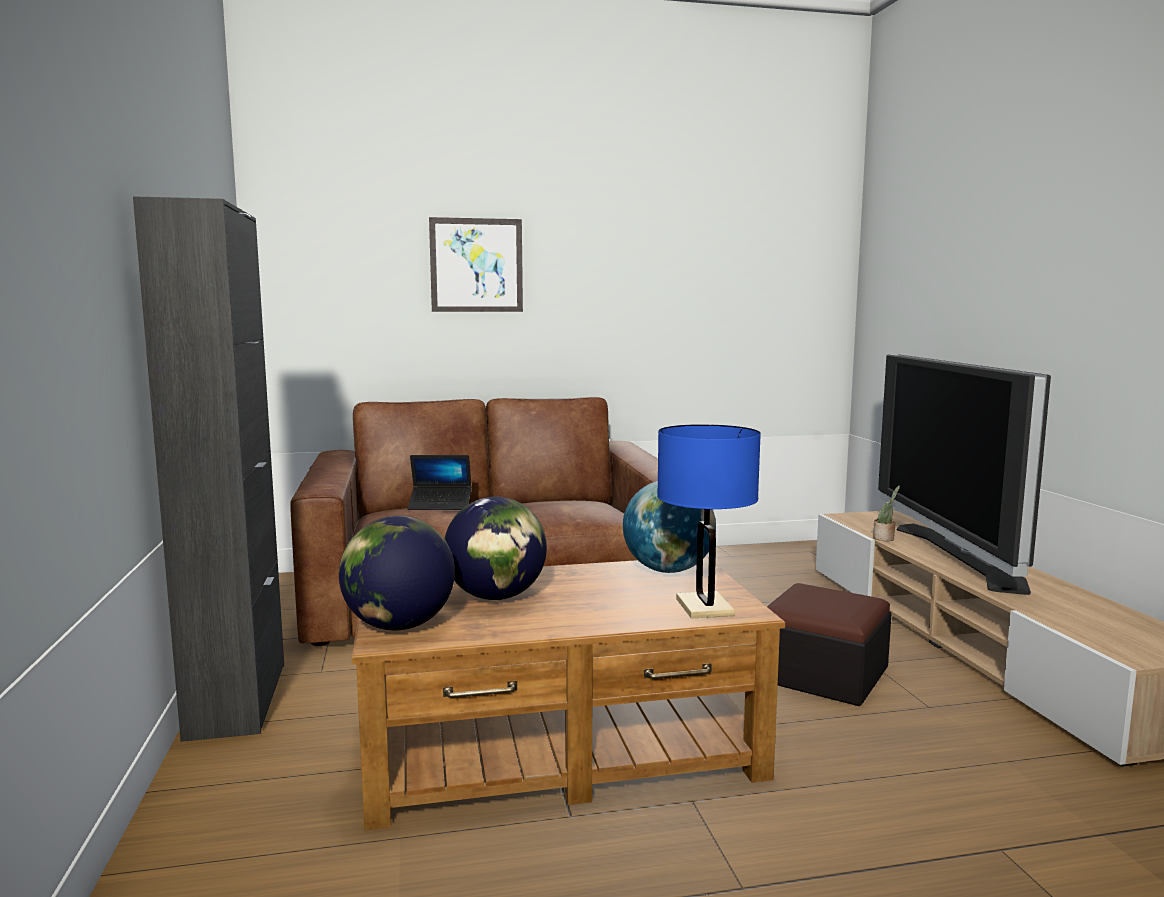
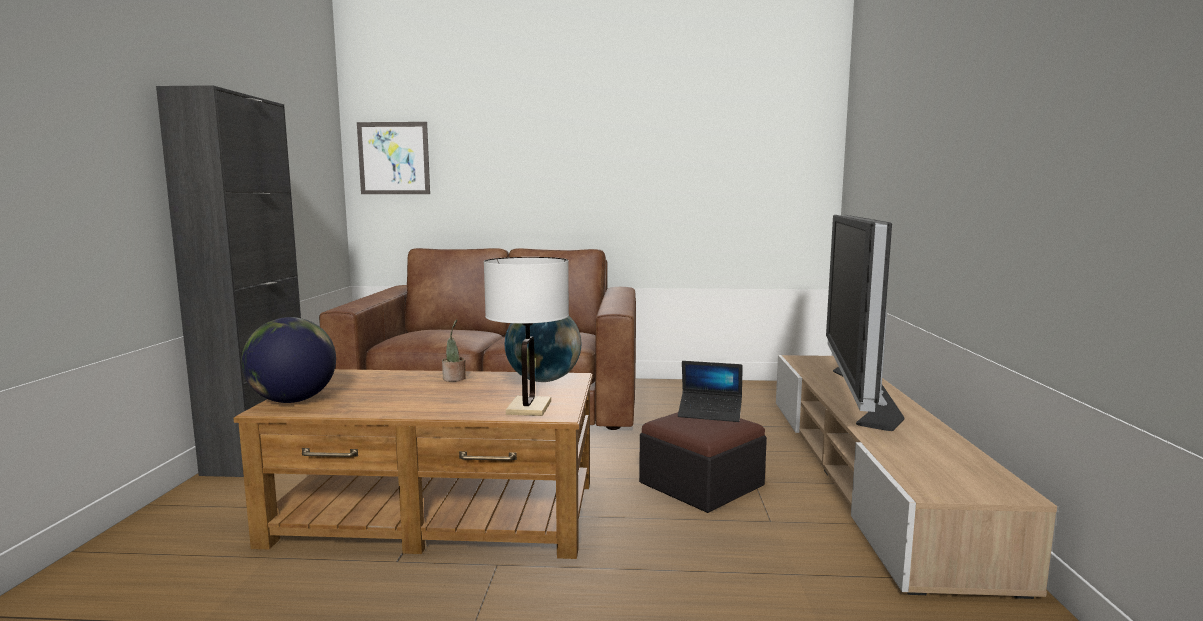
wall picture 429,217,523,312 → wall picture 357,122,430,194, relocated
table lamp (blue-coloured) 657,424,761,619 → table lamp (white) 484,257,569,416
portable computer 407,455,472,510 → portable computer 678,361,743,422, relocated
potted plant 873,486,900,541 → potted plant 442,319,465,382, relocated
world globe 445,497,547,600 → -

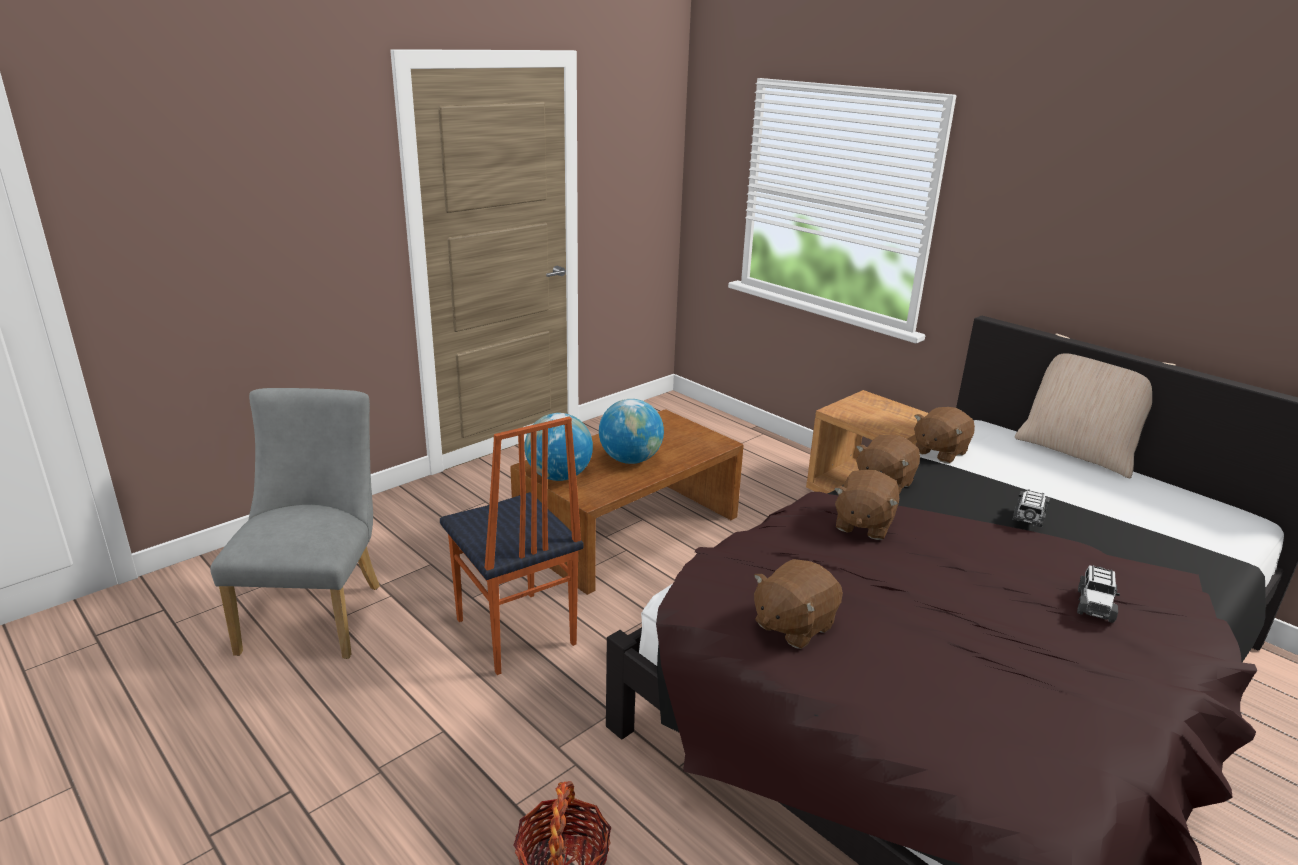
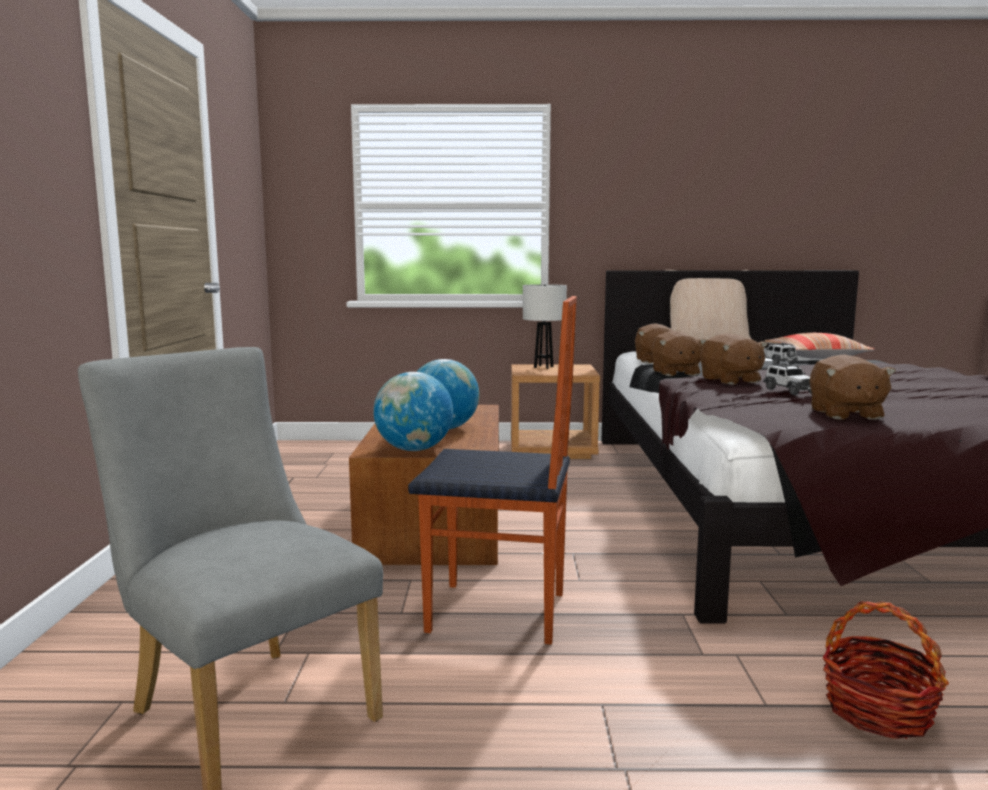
model car 1077,565,1120,623 → model car 763,363,812,395, relocated
- → table lamp (white) 523,284,567,369
- → throw pillow 764,333,874,359

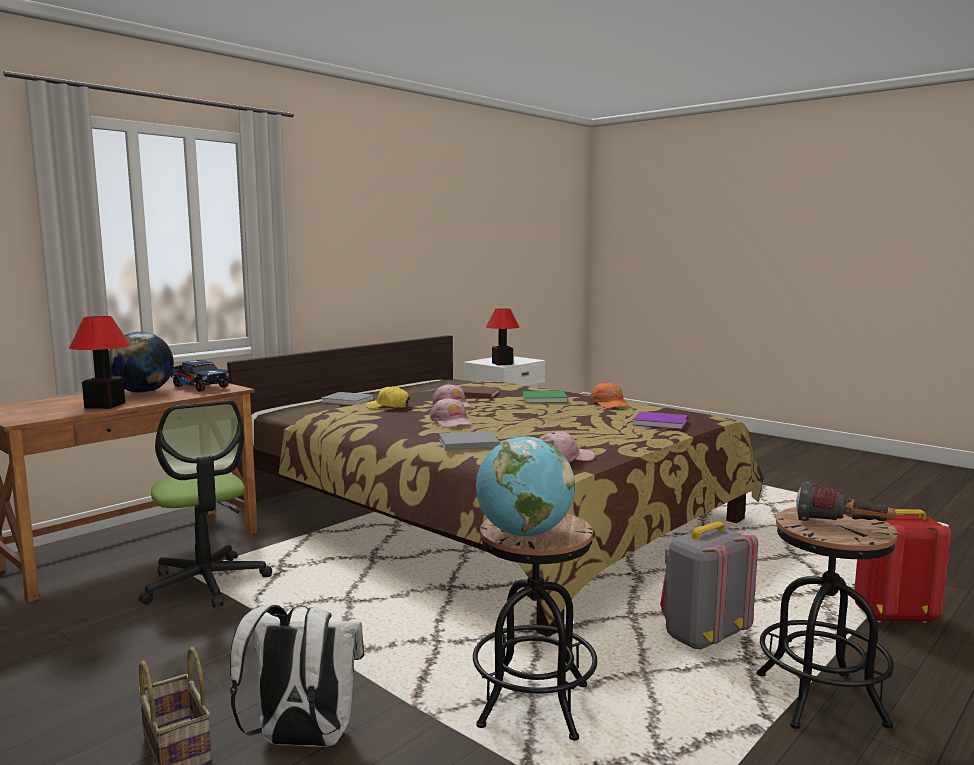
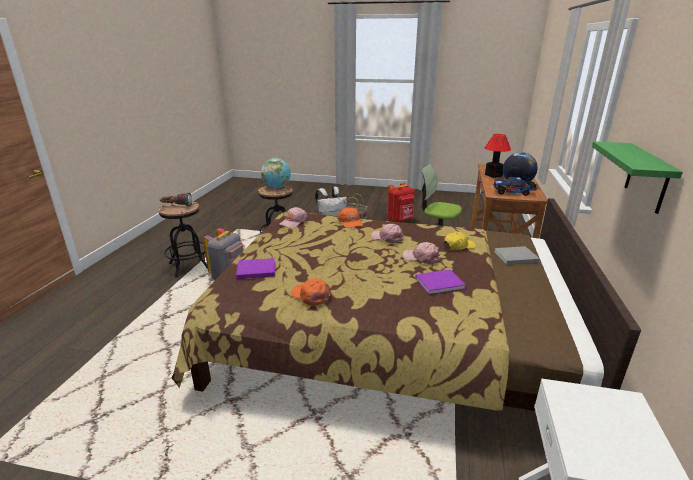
table lamp 486,308,519,365 → -
book (brown) 460,386,500,399 → book (purple-coloured) 415,269,466,295
book (greenish) 522,391,568,403 → -
book (gray) 439,431,500,451 → peaked cap (orange-coloured) 338,207,363,228
backpack (reddish) 854,509,951,623 → backpack (reddish) 387,183,415,222, relocated
- → shelf (greenish) 592,141,683,214

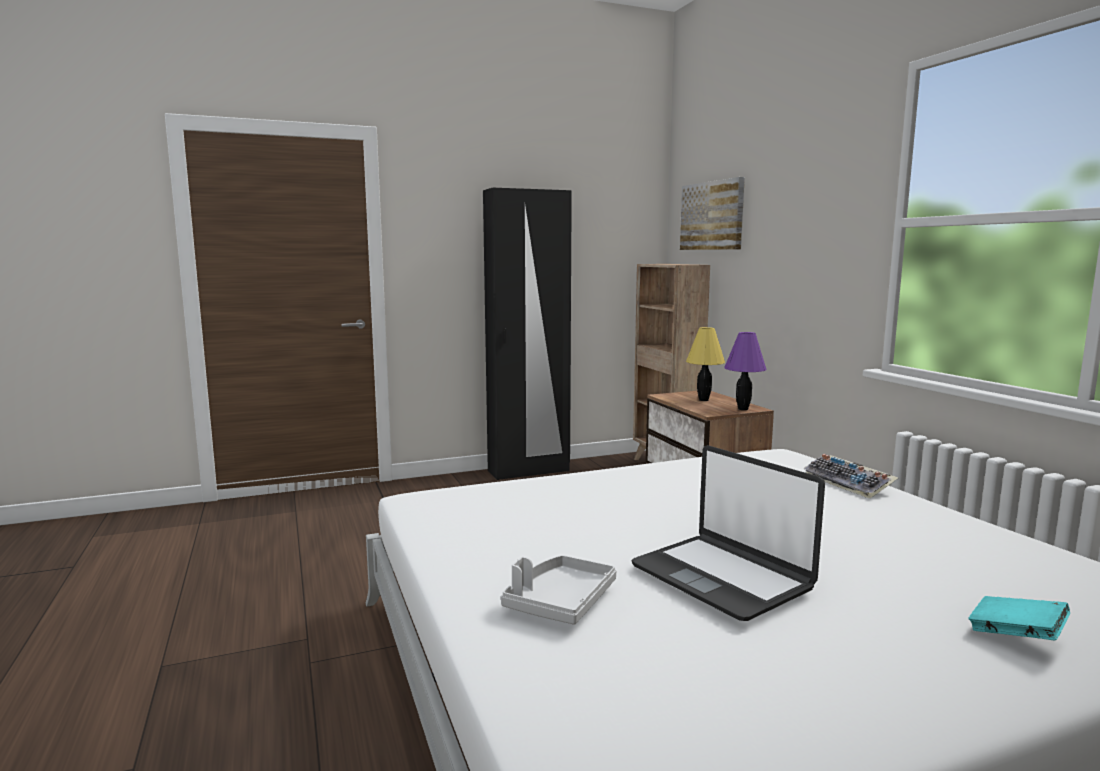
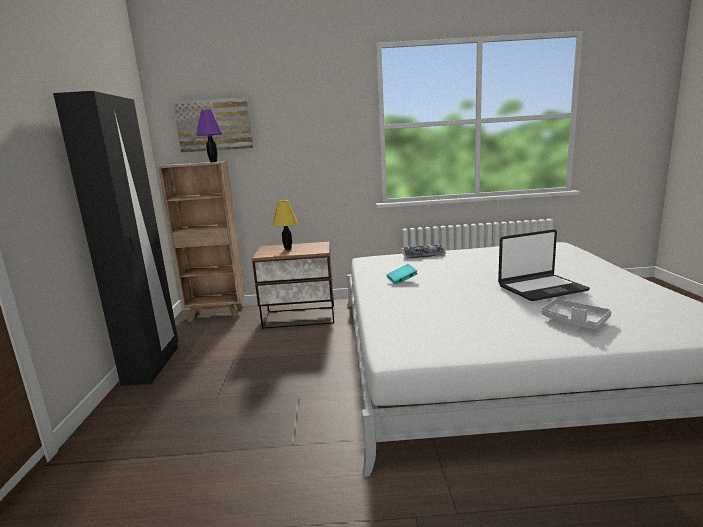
table lamp (purple-coloured) 724,332,767,410 → table lamp (purple-coloured) 196,110,223,162, relocated
book (turquoise-coloured) 968,596,1070,641 → book (turquoise-coloured) 387,264,418,285, relocated

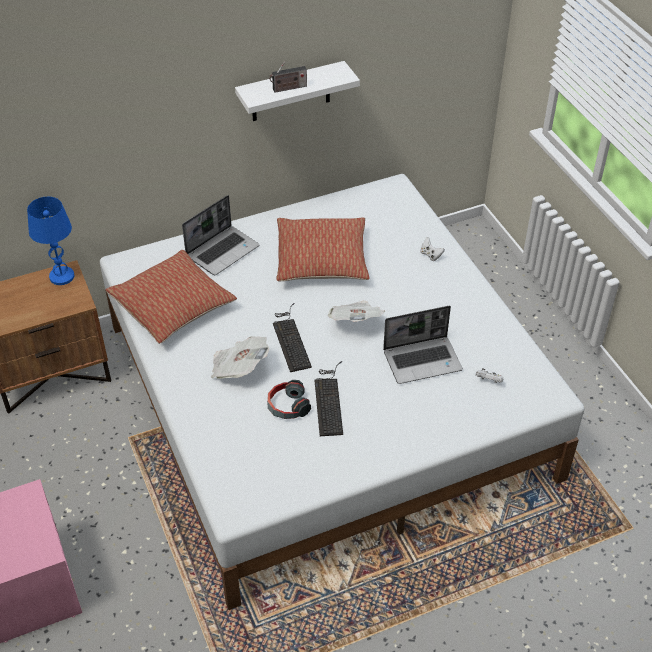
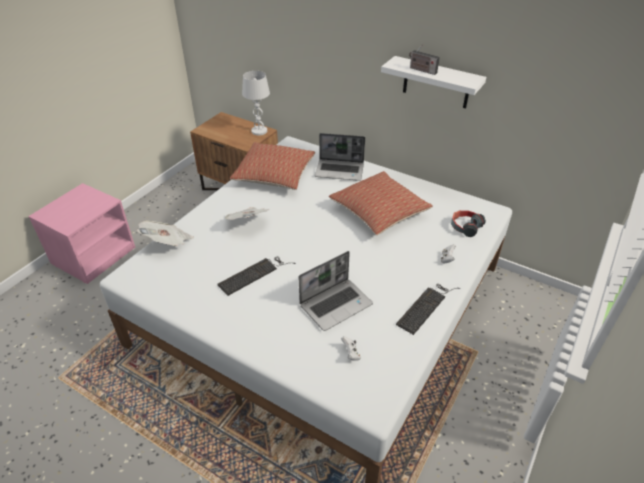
table lamp (blue-coloured) 27,197,74,285 → table lamp (white) 242,71,270,135
daily paper 328,301,386,322 → daily paper 136,220,194,246, relocated
keyboard 273,303,312,372 → keyboard 396,284,460,335, relocated
portable computer 383,306,463,384 → portable computer 299,251,373,331, 75 degrees counterclockwise
headset 267,380,311,419 → headset 451,210,486,237, relocated

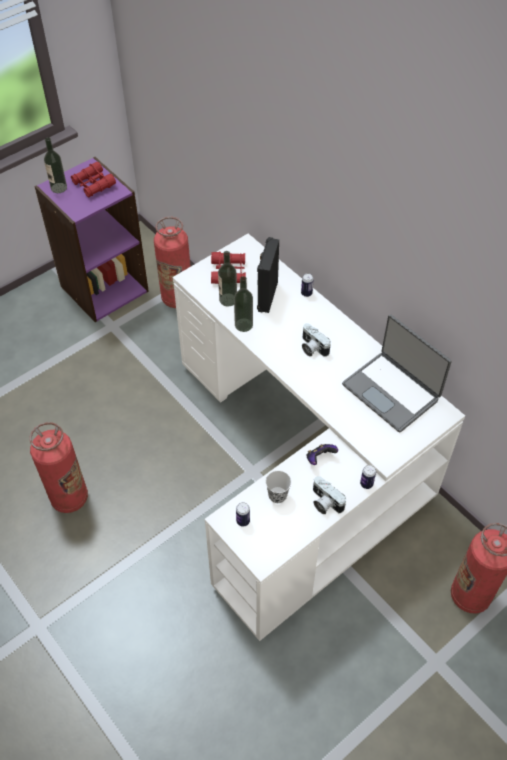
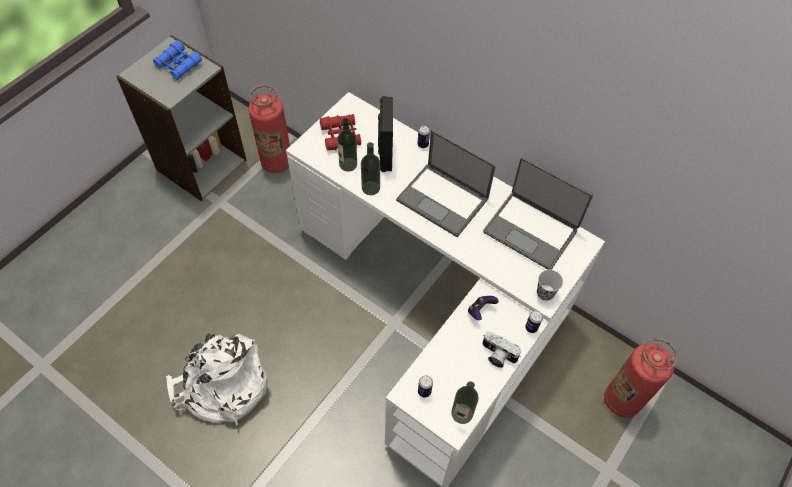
beverage bottle 44,138,67,193 → beverage bottle 451,381,479,424, relocated
shelving unit (purple-coloured) 34,157,149,322 → shelving unit (gray) 116,35,246,201
binoculars (reddish) 71,162,116,198 → binoculars (blue-coloured) 153,40,202,80
photo camera 302,323,331,357 → portable computer 396,130,496,237
fire-fighting cylinder 30,422,88,513 → backpack (white) 166,334,267,425
cup (black) 266,471,291,503 → cup (black) 537,270,563,301, relocated

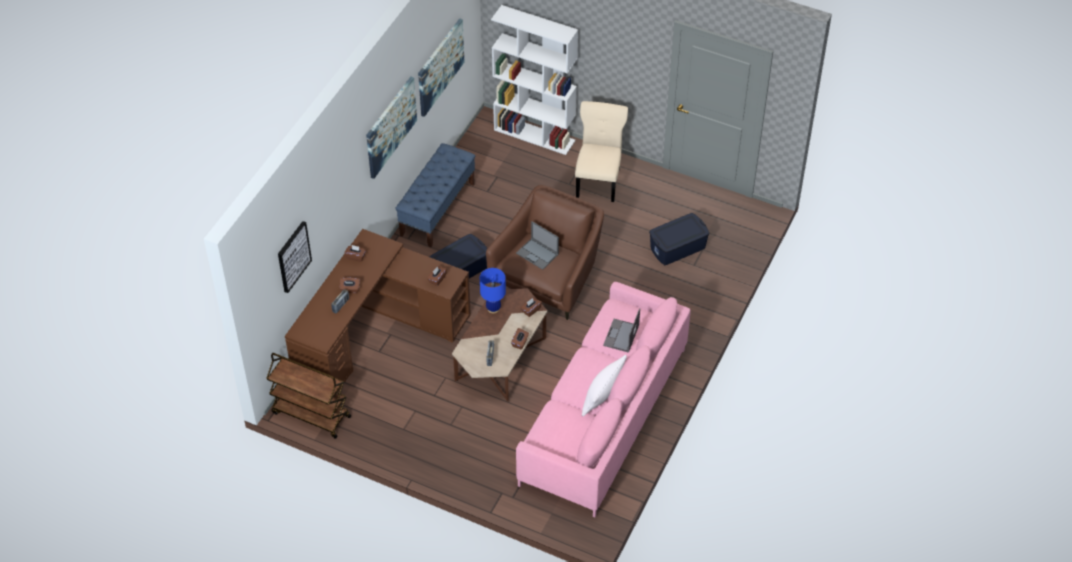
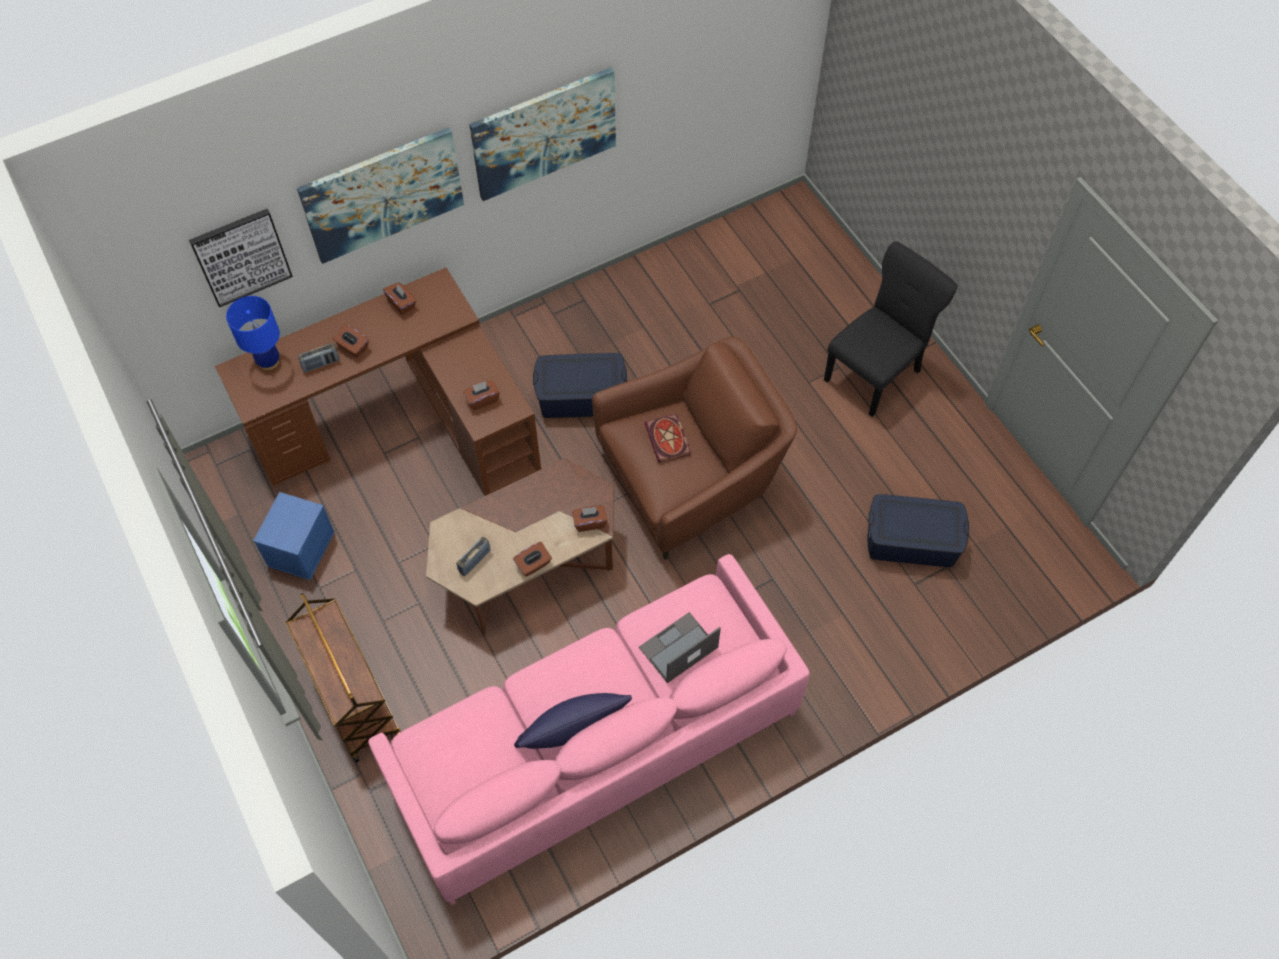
shelving unit (white) 491,5,578,155 → -
wall picture 418,18,464,117 → wall picture 297,127,464,264, relocated
plain chair (beige) 575,101,628,202 → plain chair (black) 824,241,958,417
indoor bench (blue-coloured) 395,143,475,247 → -
portable computer 516,221,559,270 → book 645,414,691,463
table lamp (blue-coloured) 480,268,506,313 → table lamp (blue-coloured) 226,296,280,370, relocated
cart (brown) 266,353,351,438 → cart (brown) 286,593,401,763, relocated
throw pillow (white) 582,355,627,417 → throw pillow (blue-coloured) 514,693,632,749
- → storage box (blue-coloured) 253,492,335,580

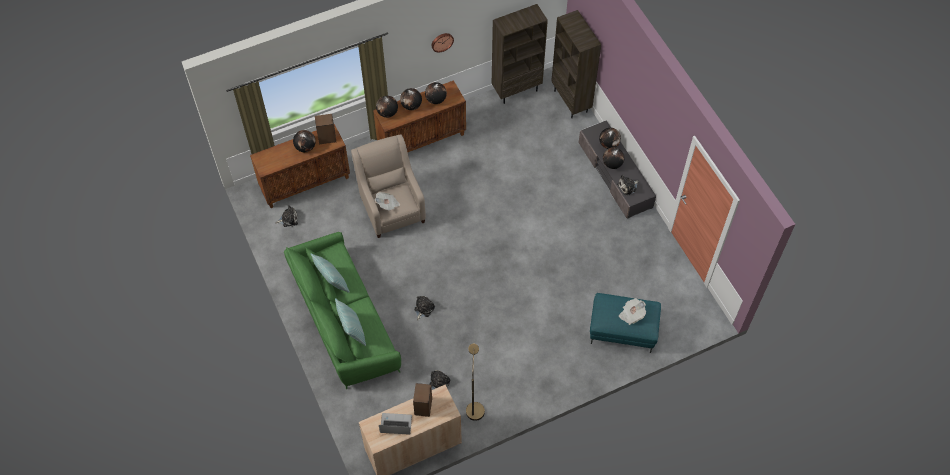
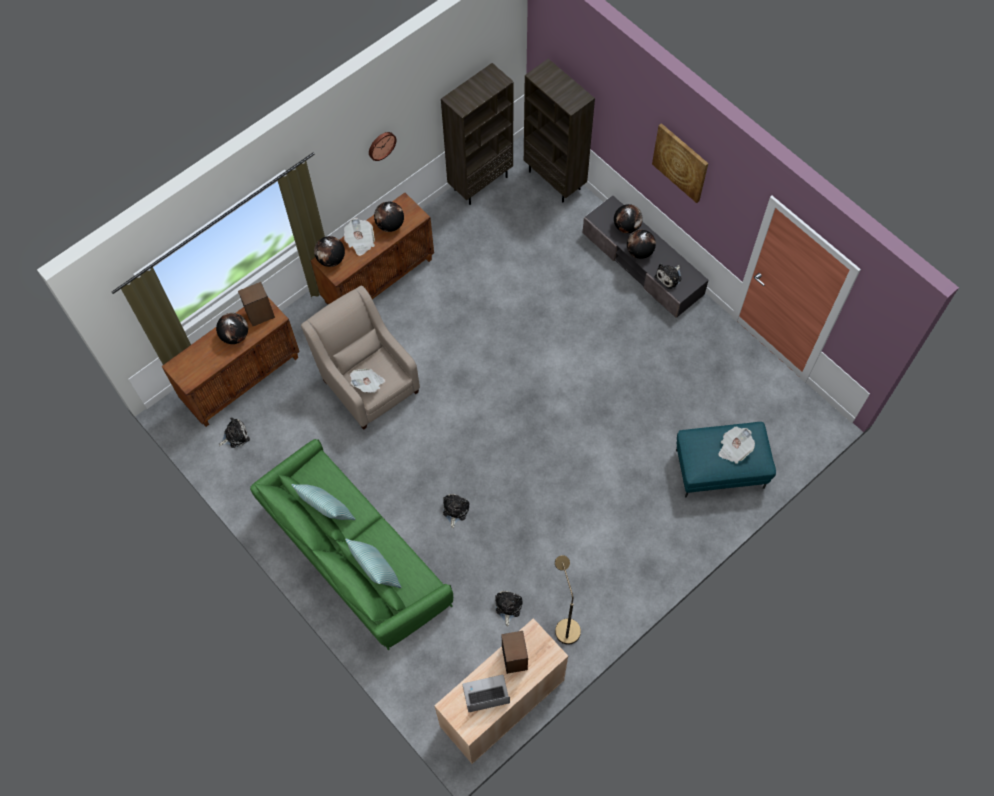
world globe 400,88,422,110 → daily paper 344,218,375,256
- → wall picture 652,123,708,203

